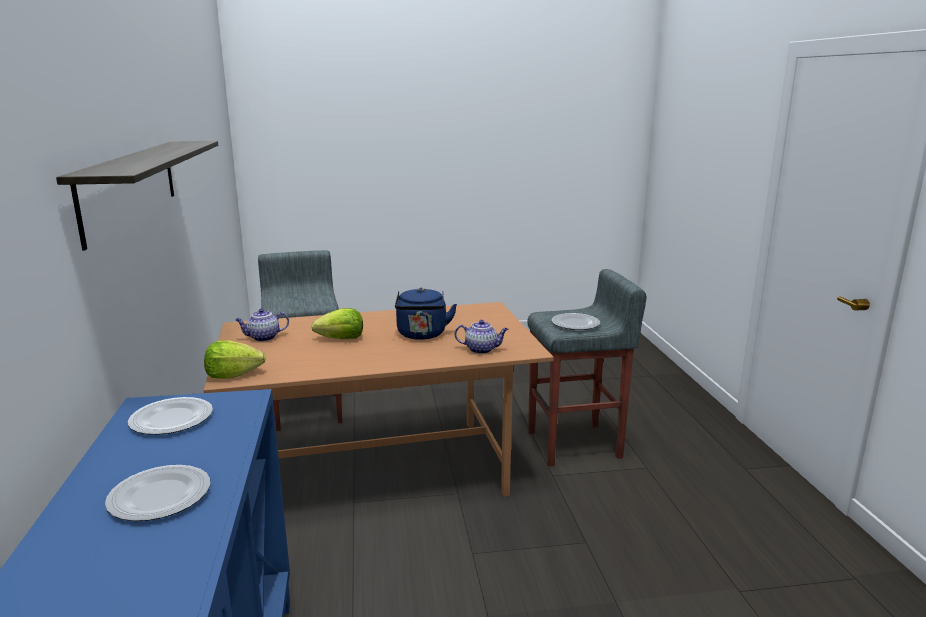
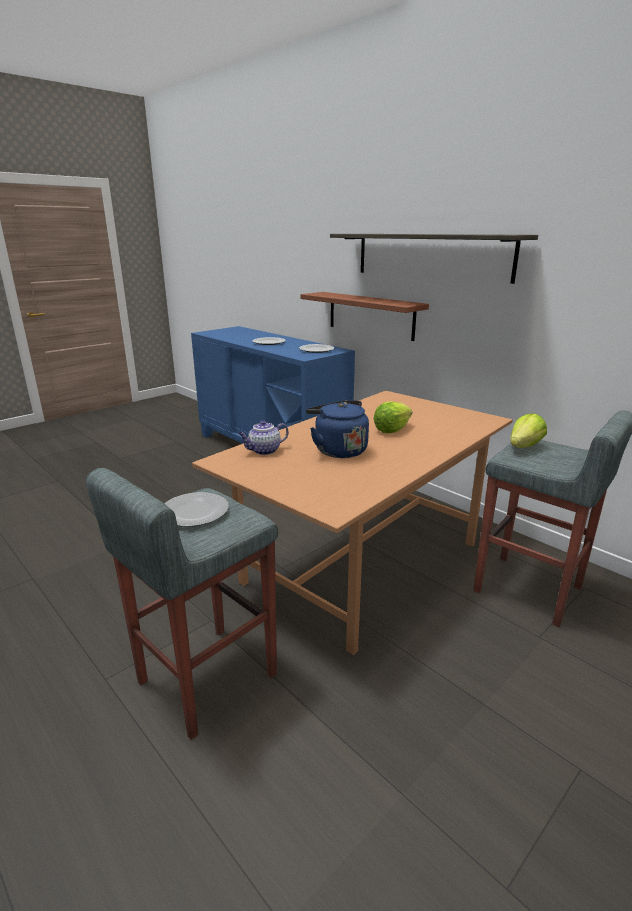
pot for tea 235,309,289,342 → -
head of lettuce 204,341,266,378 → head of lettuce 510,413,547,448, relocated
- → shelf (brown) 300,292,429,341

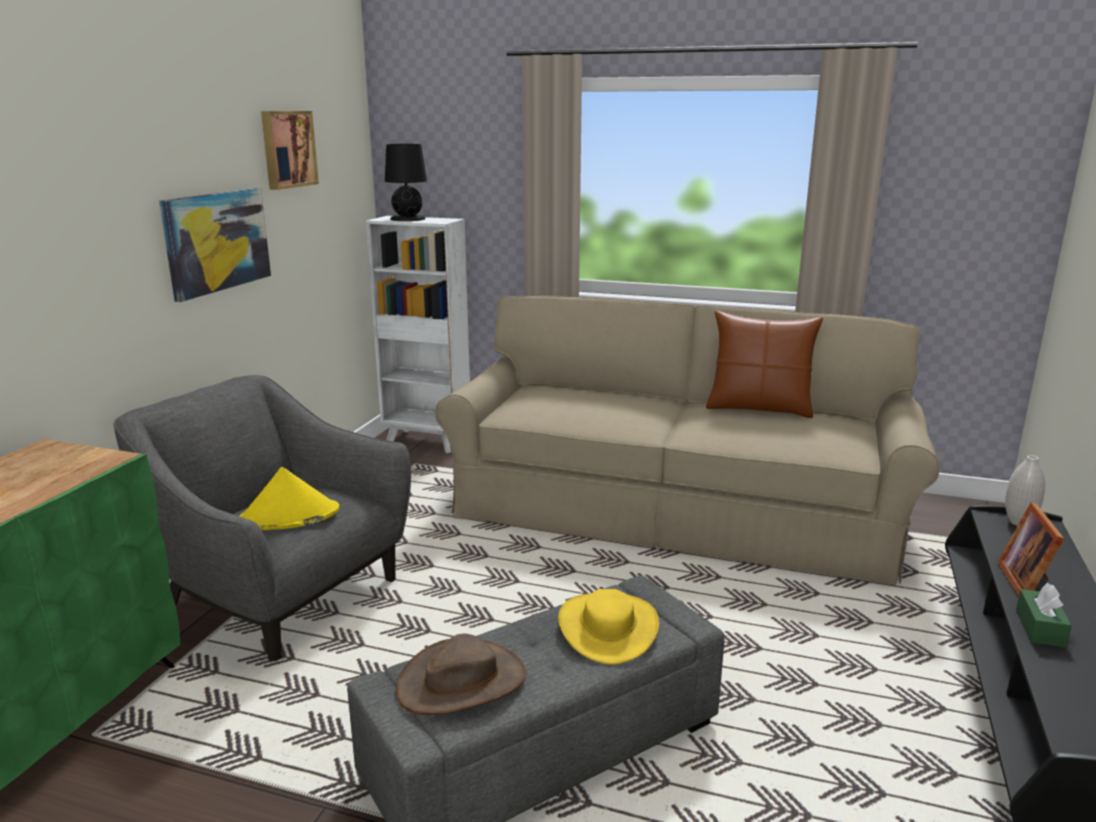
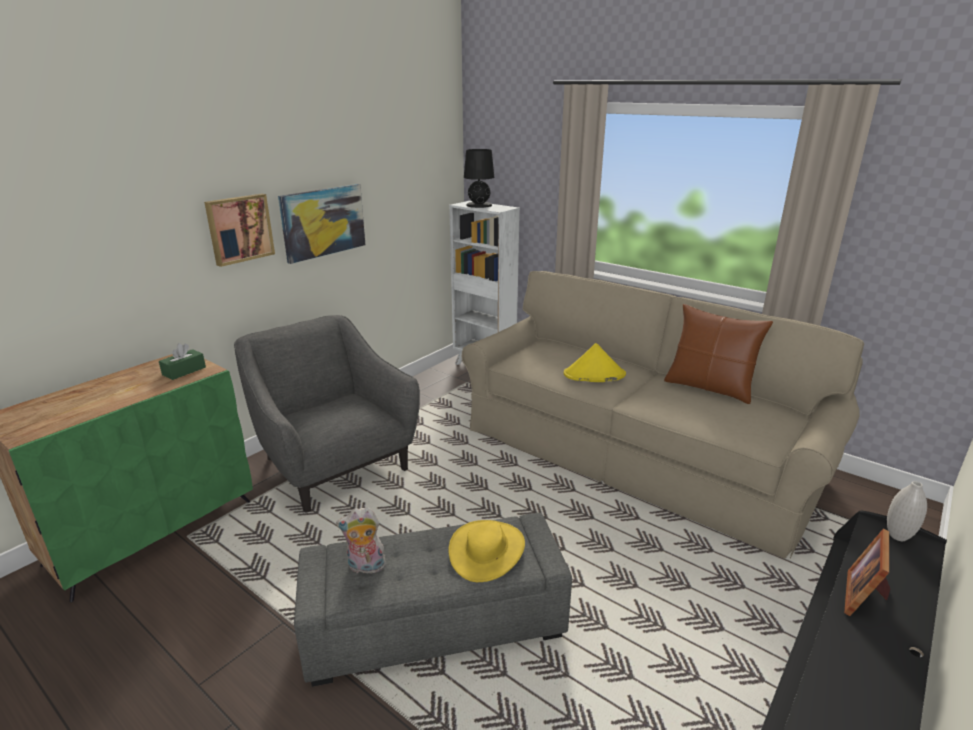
wall picture 261,111,319,190 → wall picture 204,194,275,267, relocated
hat (yellow) 240,467,339,530 → hat (yellow) 564,343,626,382, relocated
tissue box (greenish) 1016,583,1072,648 → tissue box (greenish) 159,343,206,380, relocated
hat (brown) 396,634,526,715 → plush toy 336,507,386,573

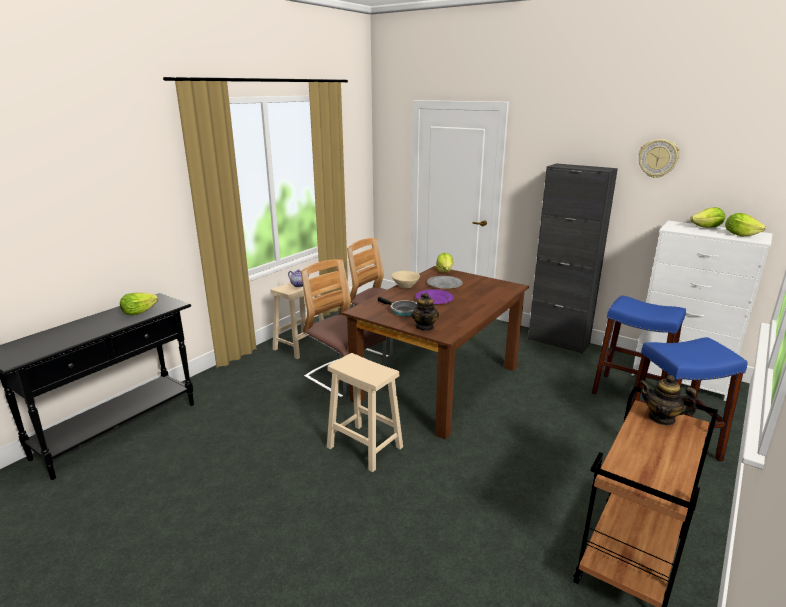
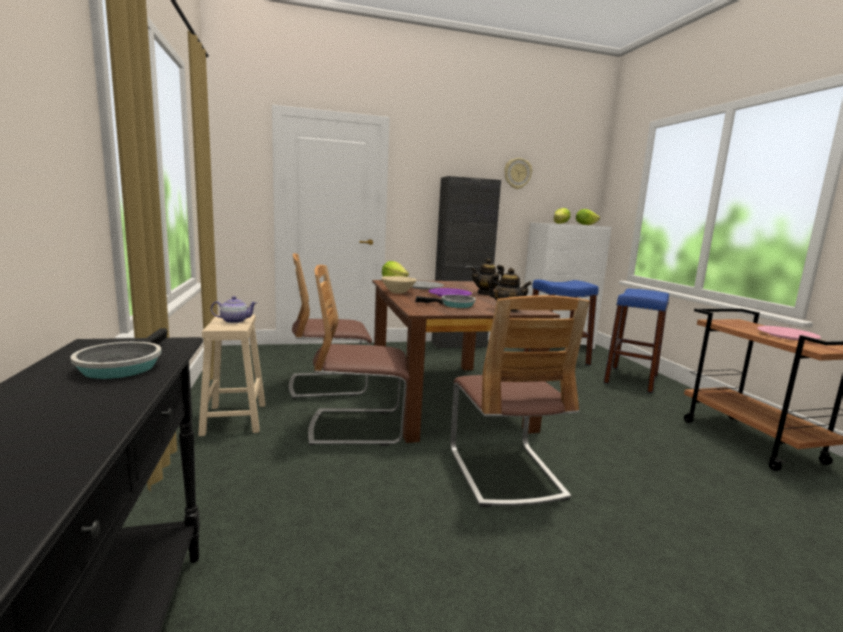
head of lettuce 120,293,158,315 → pan 71,328,167,379
stool (beige) 327,353,403,472 → plain chair 450,295,590,507
pot for tea 639,375,697,425 → pot for tea 470,258,504,295, relocated
- → flat dish (pink) 757,326,821,340

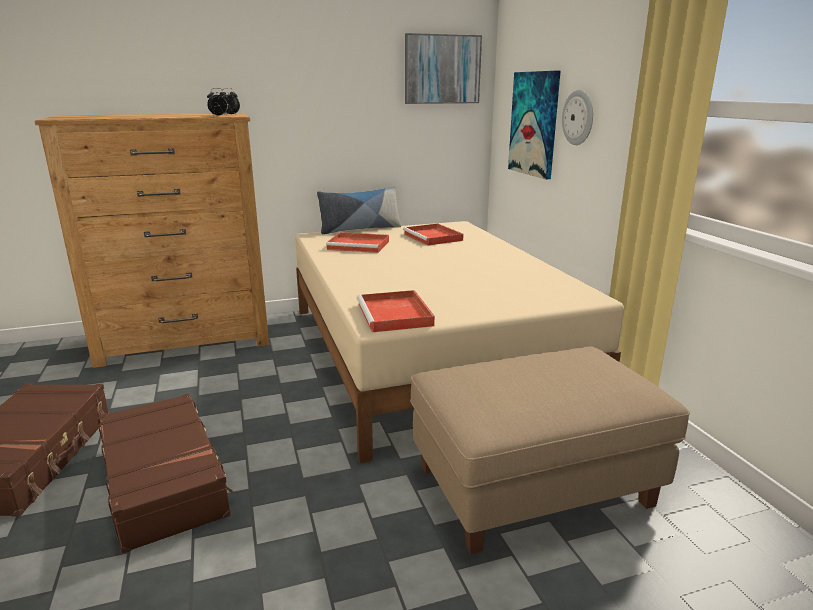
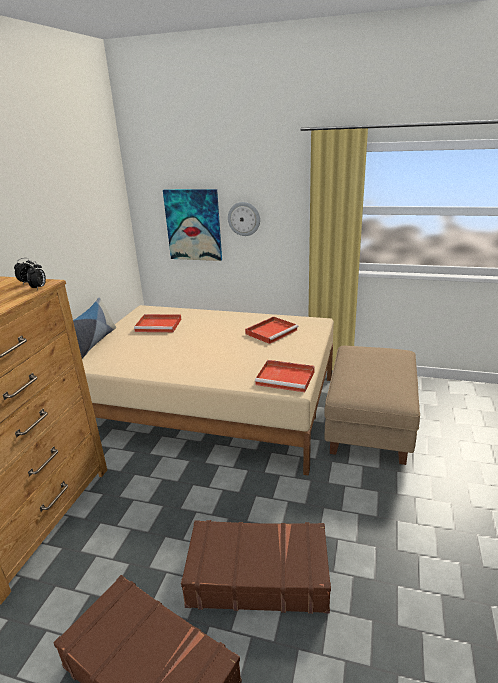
wall picture 405,33,482,104 → -
carrying tray (reddish) 326,232,389,253 → carrying tray (reddish) 245,316,298,344, relocated

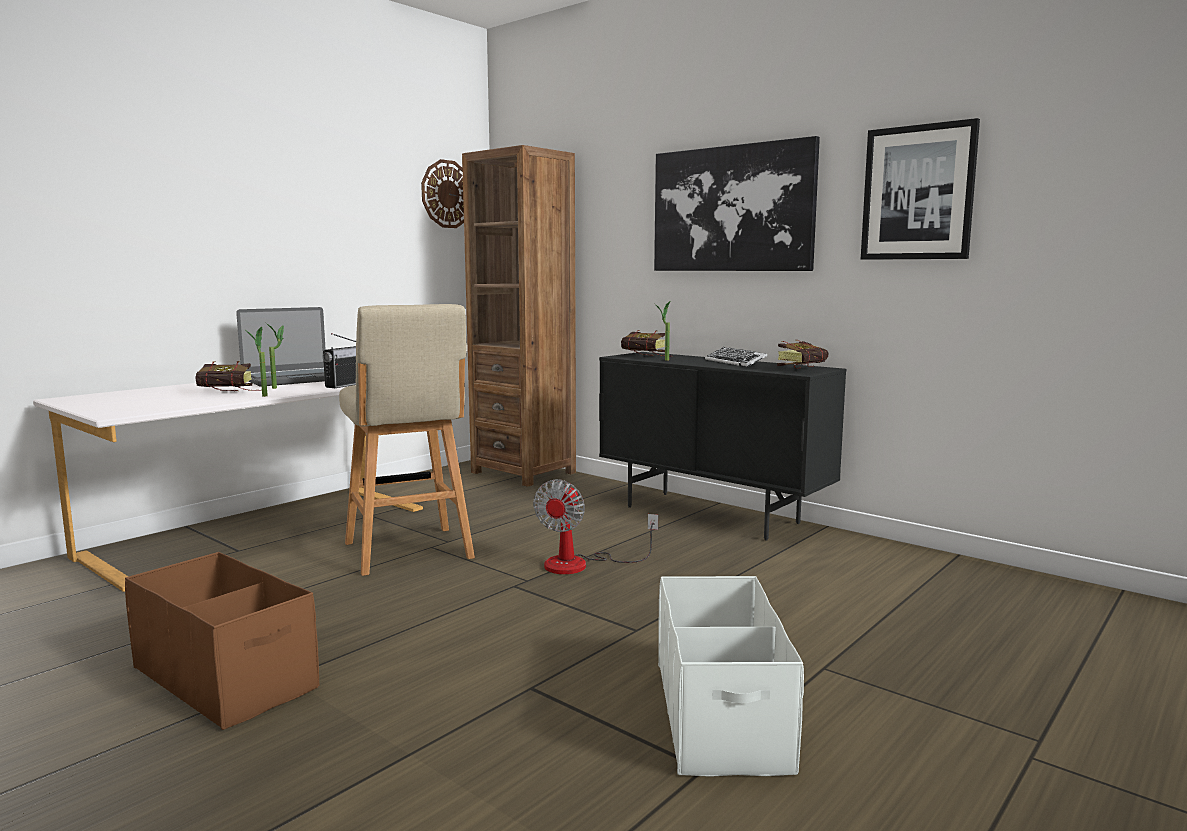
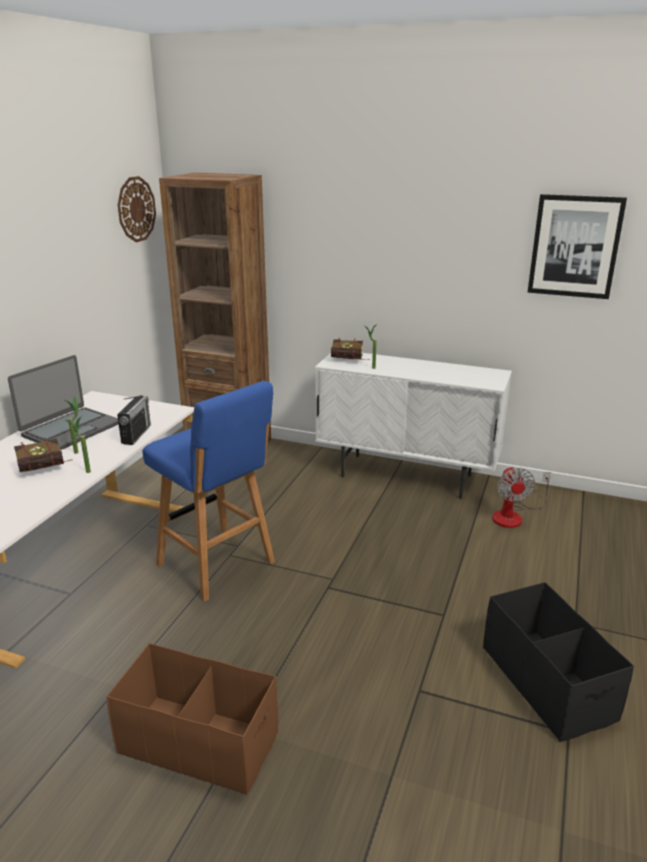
wall picture 654,136,820,271 → -
stool (beige) 339,304,475,576 → stool (blue-coloured) 143,381,275,602
book 777,340,828,368 → -
keyboard 705,347,767,367 → -
cabinet (black) 599,352,846,541 → cabinet (white) 315,353,512,499
cooling fan 533,479,658,574 → cooling fan 492,466,551,528, relocated
storage box (white) 658,576,804,777 → storage box (black) 483,582,634,742

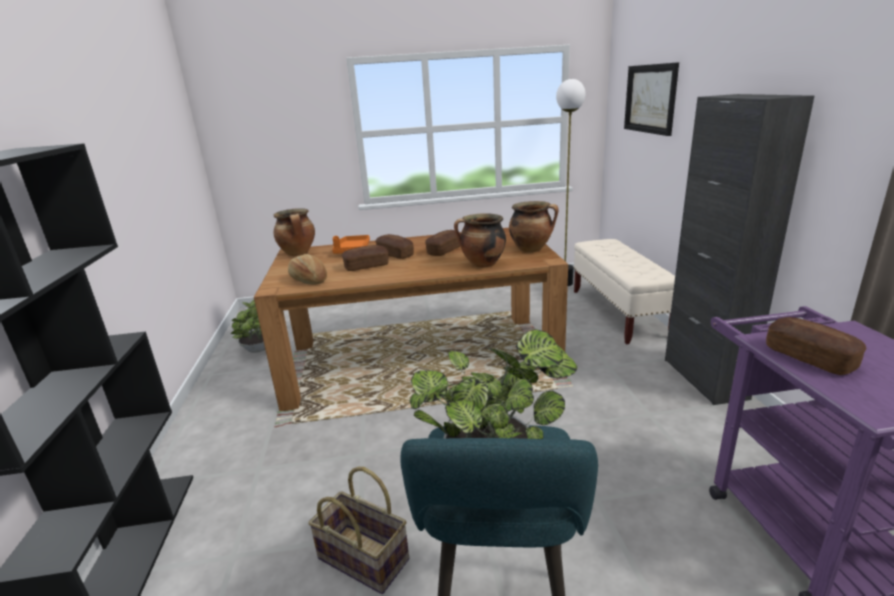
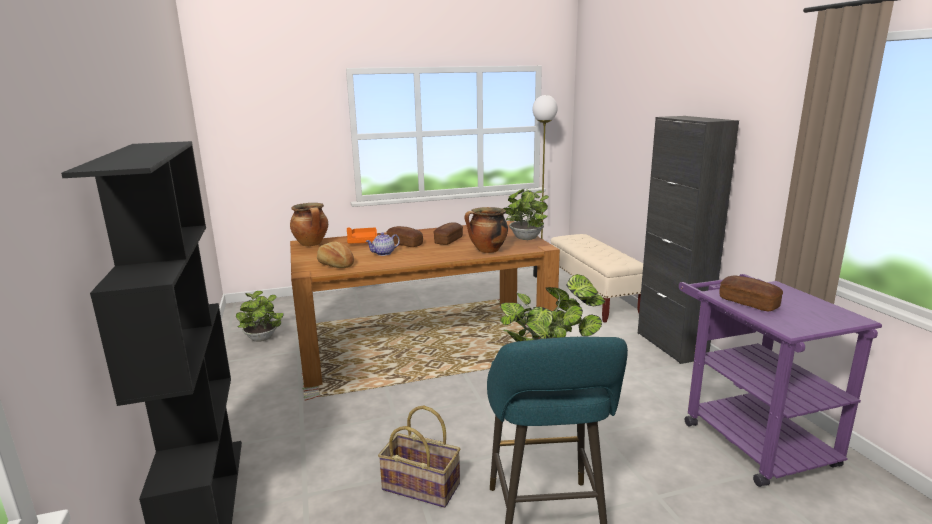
wall picture 624,62,679,136 → -
cooking pot 509,201,559,252 → potted plant 503,189,549,240
baked bread 342,245,389,271 → pot for tea 366,232,400,256

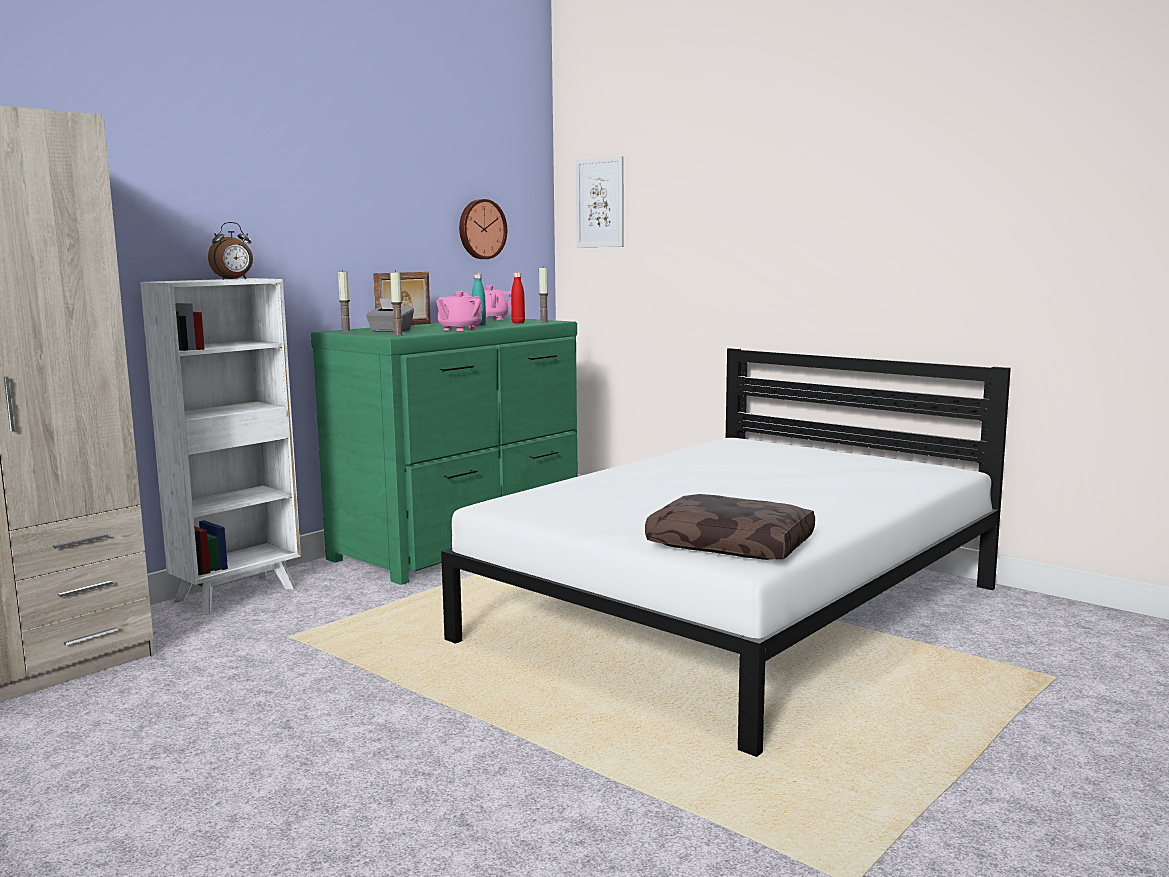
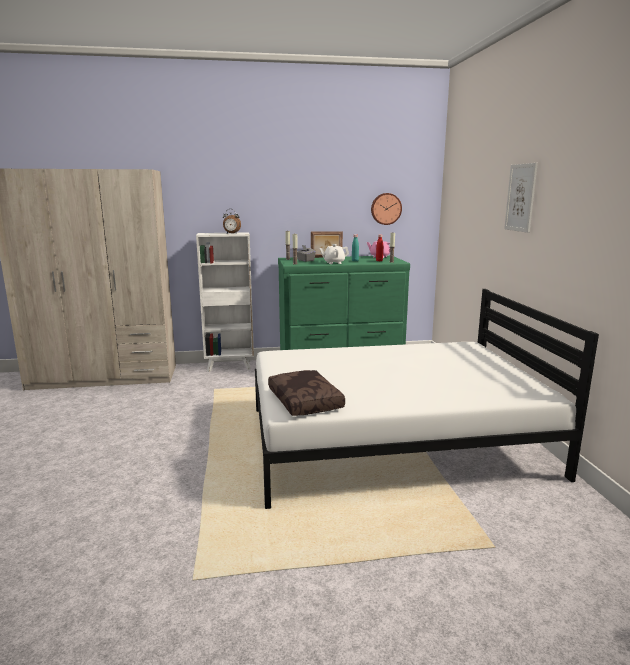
wall picture 576,156,624,247 → wall picture 504,163,538,233, relocated
pot for tea (pink) 436,291,483,331 → pot for tea (white) 319,244,349,264

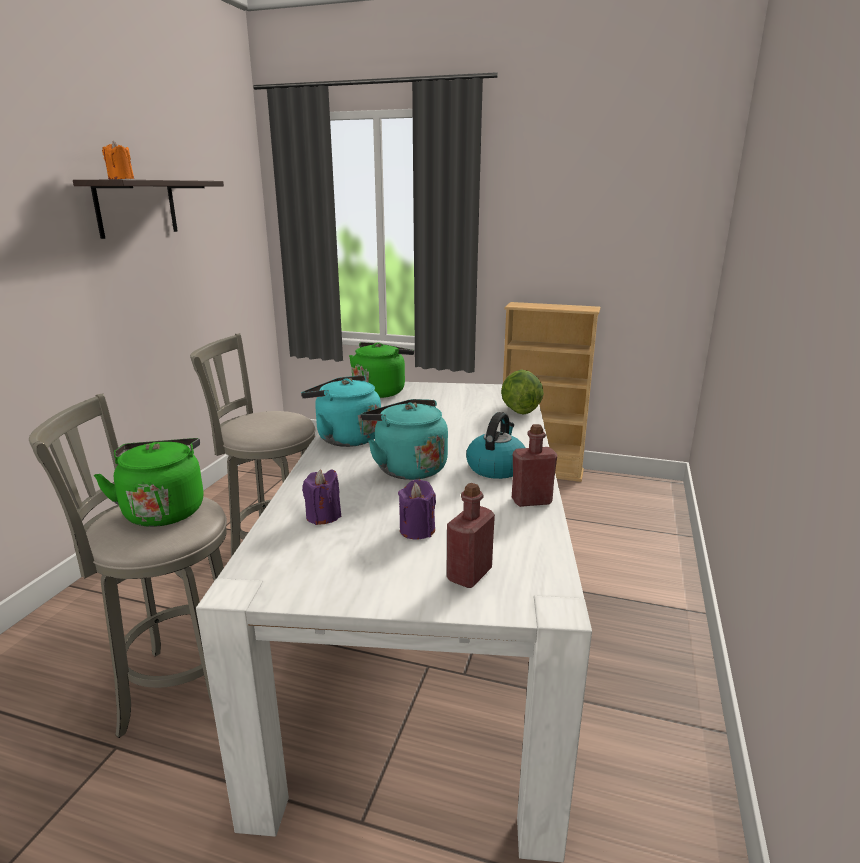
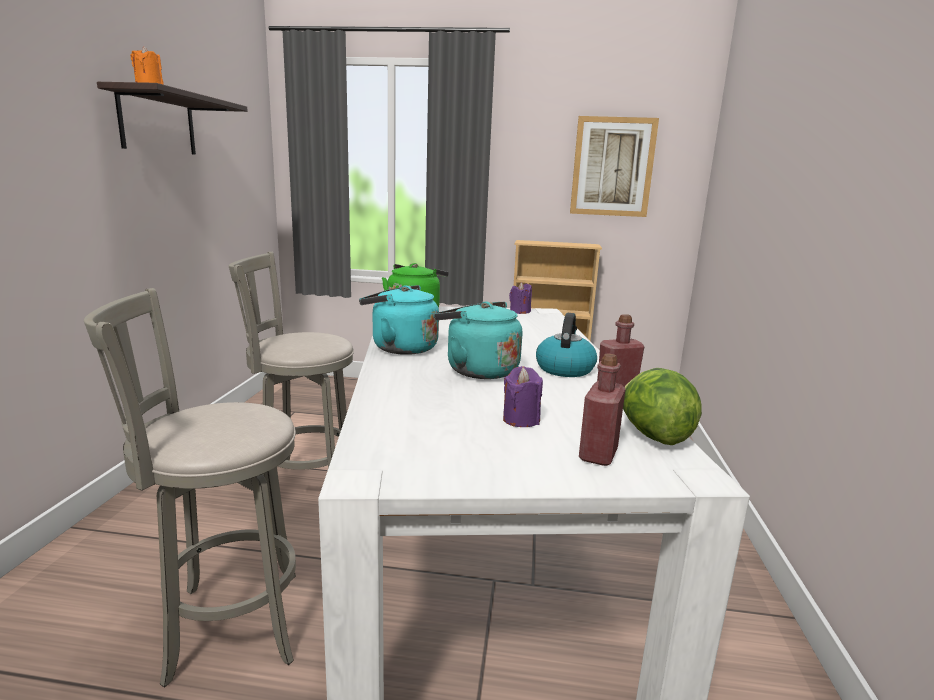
head of lettuce 501,370,544,415 → head of lettuce 623,368,702,445, relocated
water kettle (greenish) 94,438,204,527 → -
wax candle (purple-coloured) 302,469,342,525 → wax candle (purple-coloured) 509,282,532,314, relocated
- → wall picture 570,116,659,217

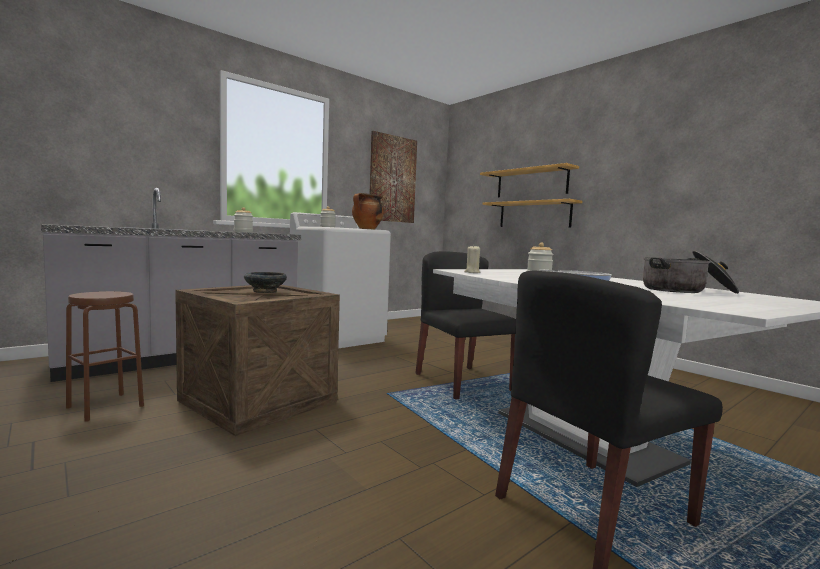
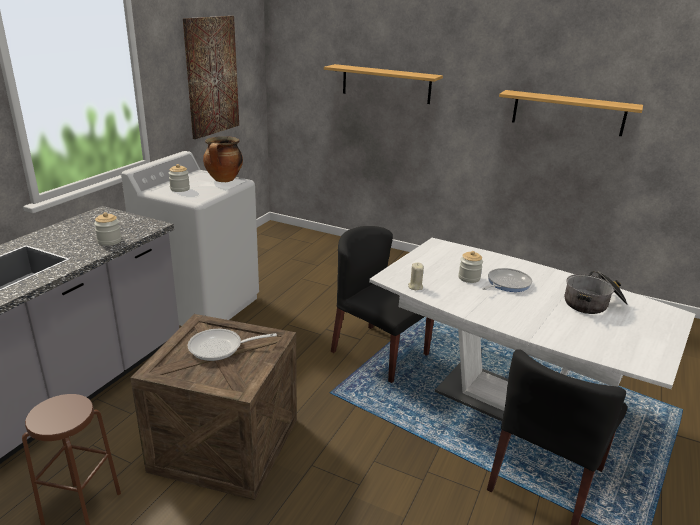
shelf 482,199,582,228 → shelf 499,90,643,136, relocated
bowl (black) 244,272,287,293 → pan 188,329,277,361

